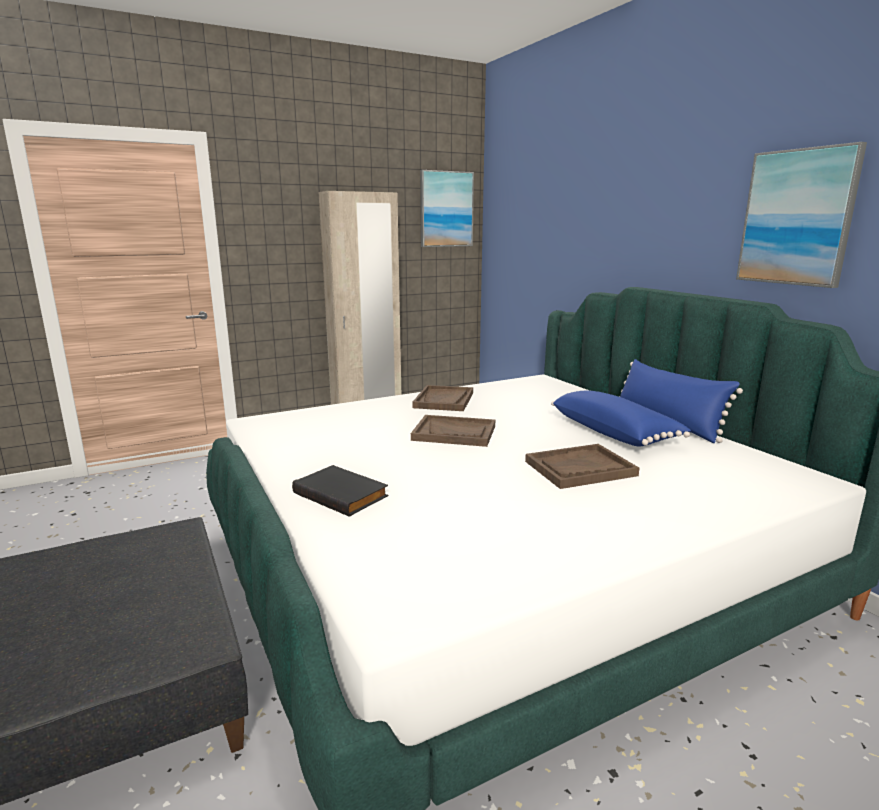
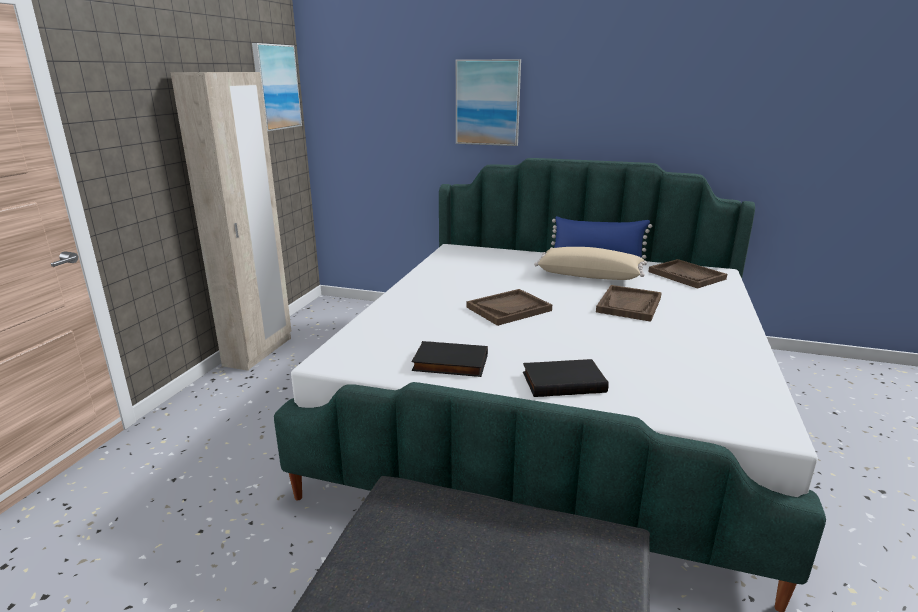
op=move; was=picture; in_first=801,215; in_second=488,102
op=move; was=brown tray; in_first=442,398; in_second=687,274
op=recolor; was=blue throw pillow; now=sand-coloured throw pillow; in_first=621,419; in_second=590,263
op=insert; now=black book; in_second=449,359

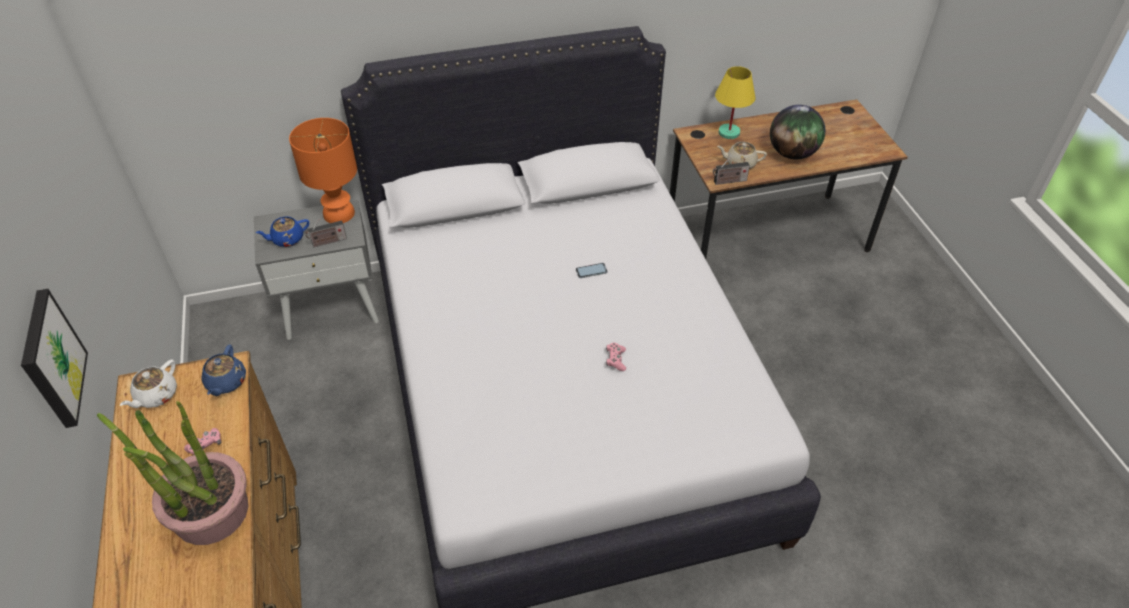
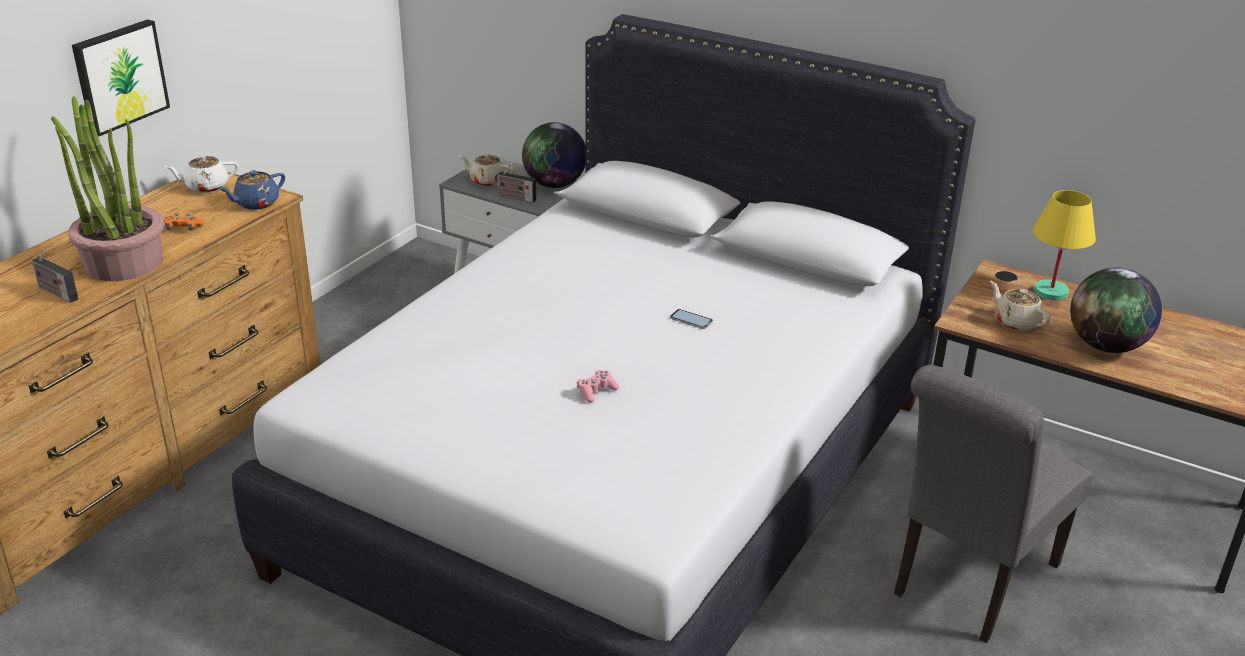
op=replace; was=orange-coloured tabletop lamp; now=world globe; in_first=323,170; in_second=554,155
op=move; was=radio; in_first=731,171; in_second=55,275
op=recolor; was=blue pot for tea; now=sand-coloured pot for tea; in_first=282,232; in_second=486,170
op=recolor; was=pinkish game controller; now=orange-coloured game controller; in_first=203,441; in_second=184,222
op=insert; now=grey plain chair; in_second=993,504

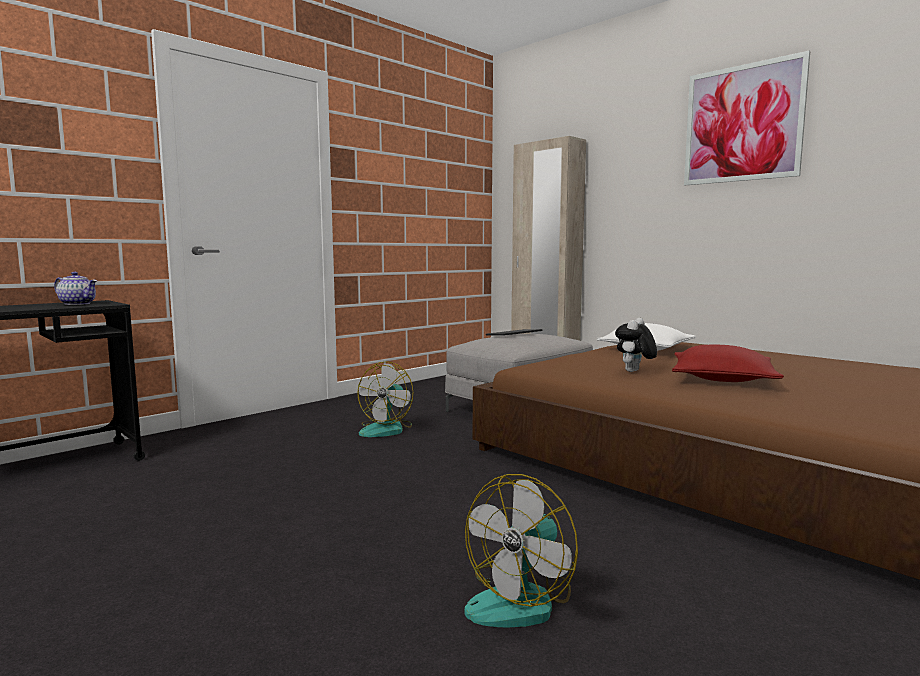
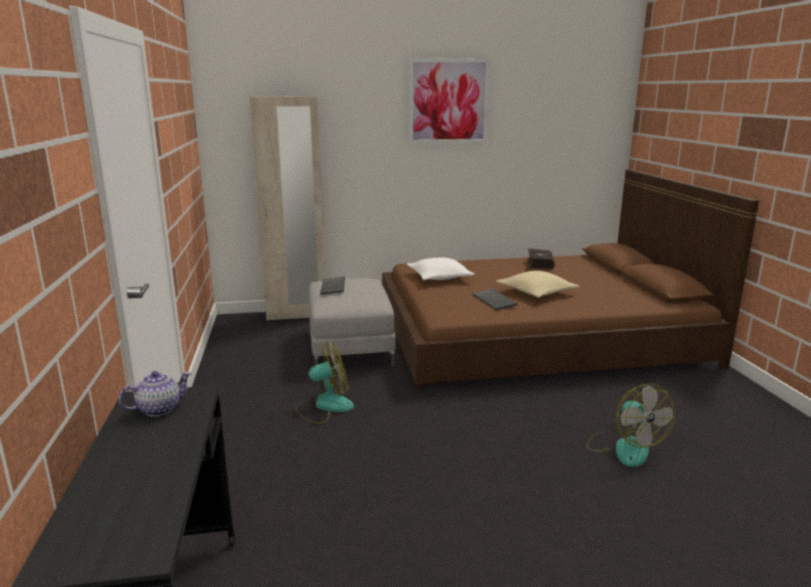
op=replace; was=soft toy; now=PC keyboard; in_first=636,345; in_second=494,299
op=recolor; was=red-coloured throw pillow; now=sand-coloured throw pillow; in_first=728,363; in_second=538,284
op=rotate; was=fan; in_first=385,399; in_second=324,382; clockwise=-75
op=insert; now=book; in_second=541,259

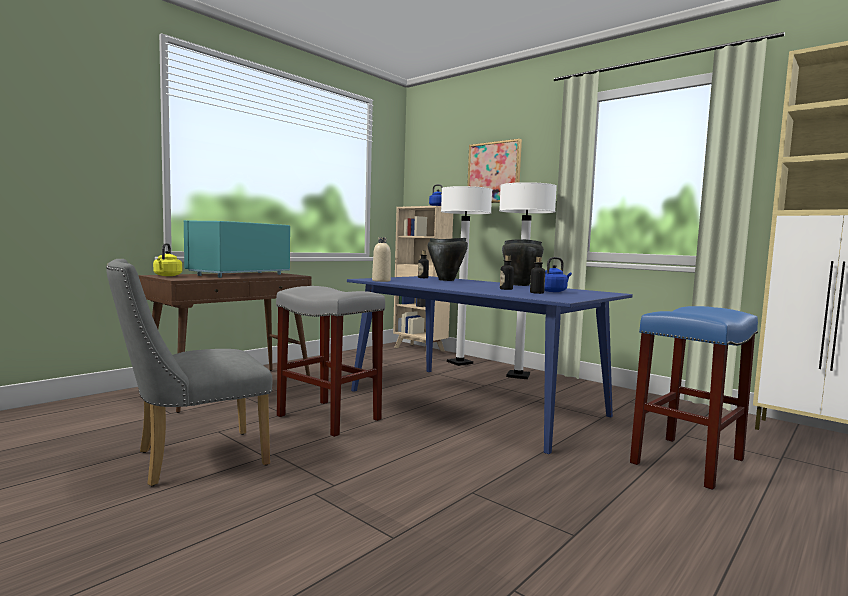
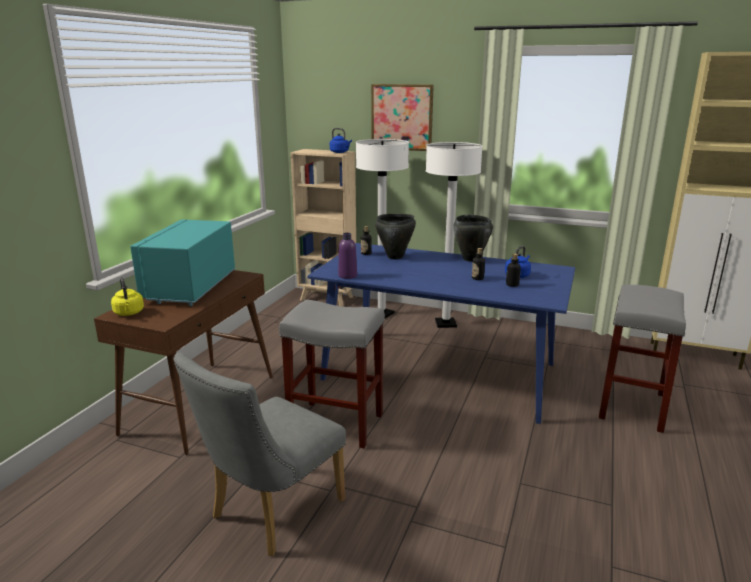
op=recolor; was=sand-coloured bottle; now=purple bottle; in_first=381,259; in_second=347,256
op=recolor; was=blue stool; now=grey stool; in_first=694,398; in_second=642,359

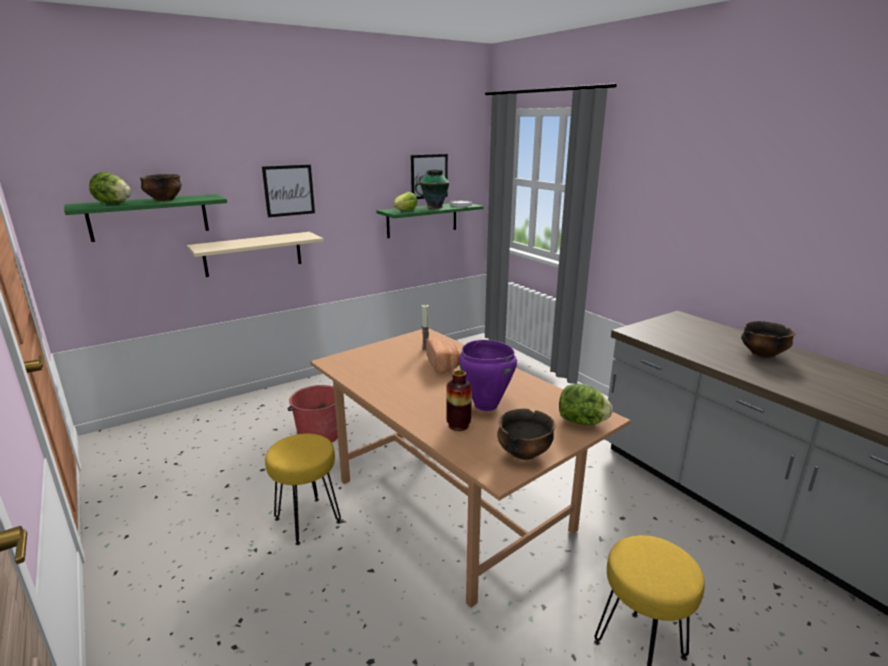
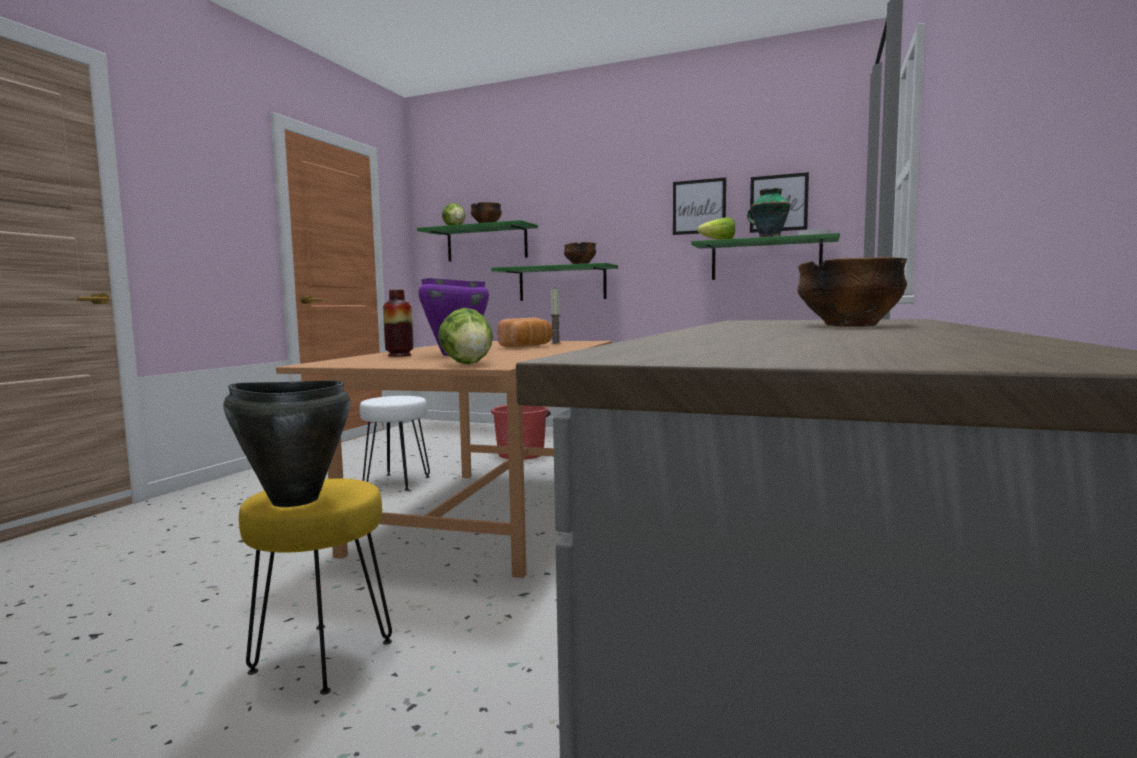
op=move; was=picture; in_first=288,191; in_second=699,206
op=recolor; was=sand-coloured wall shelf; now=green wall shelf; in_first=255,254; in_second=554,282
op=move; was=serving bowl; in_first=527,434; in_second=580,253
op=recolor; was=yellow-coloured stool; now=white stool; in_first=303,489; in_second=395,443
op=insert; now=black cooking pot; in_second=287,443

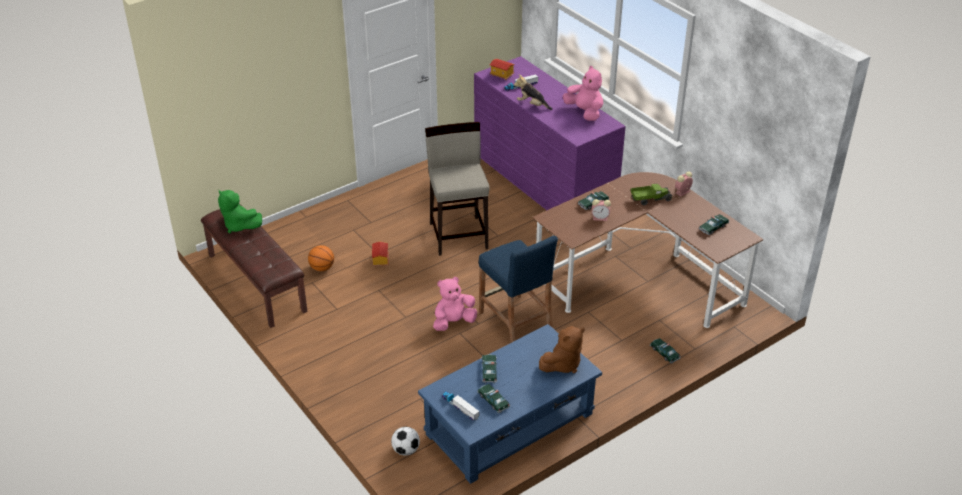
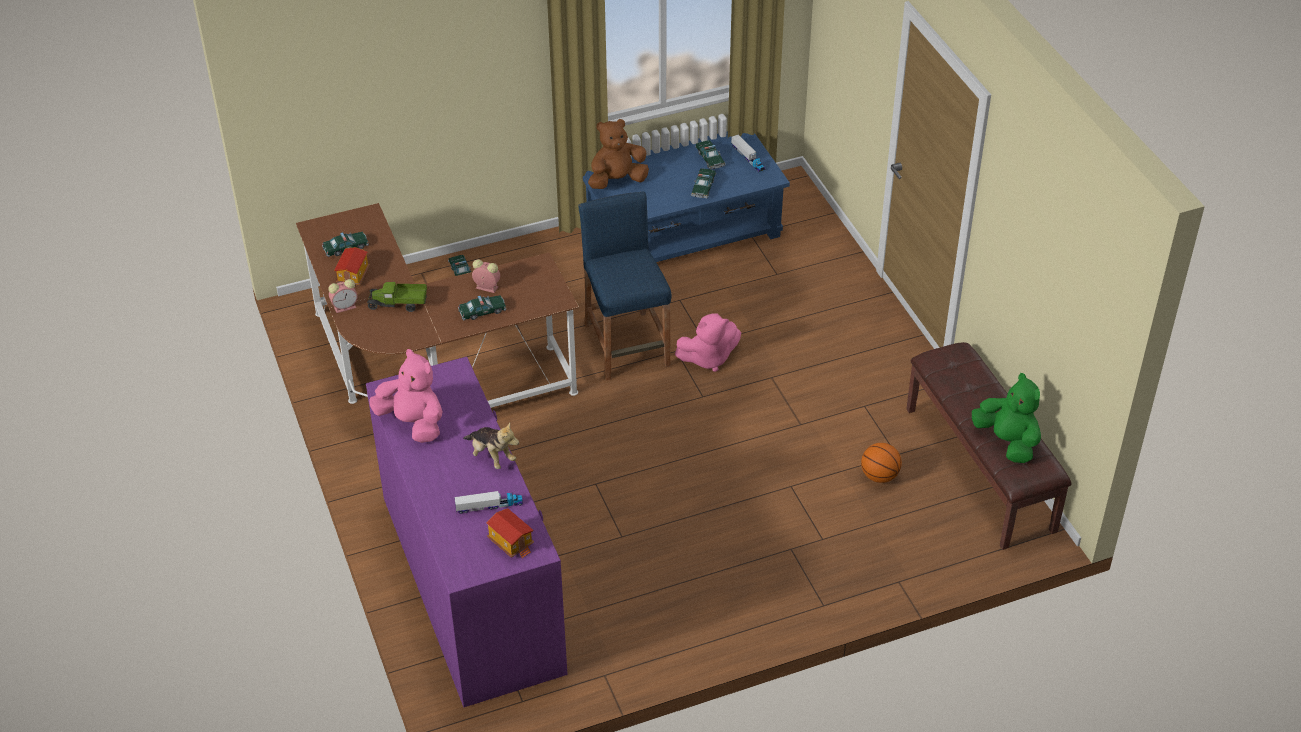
op=rotate; was=pinkish soft toy; in_first=583,93; in_second=405,396; clockwise=150
op=delete; was=sand-coloured stool; in_first=457,189
op=move; was=model house; in_first=380,254; in_second=352,266
op=delete; was=football; in_first=405,441

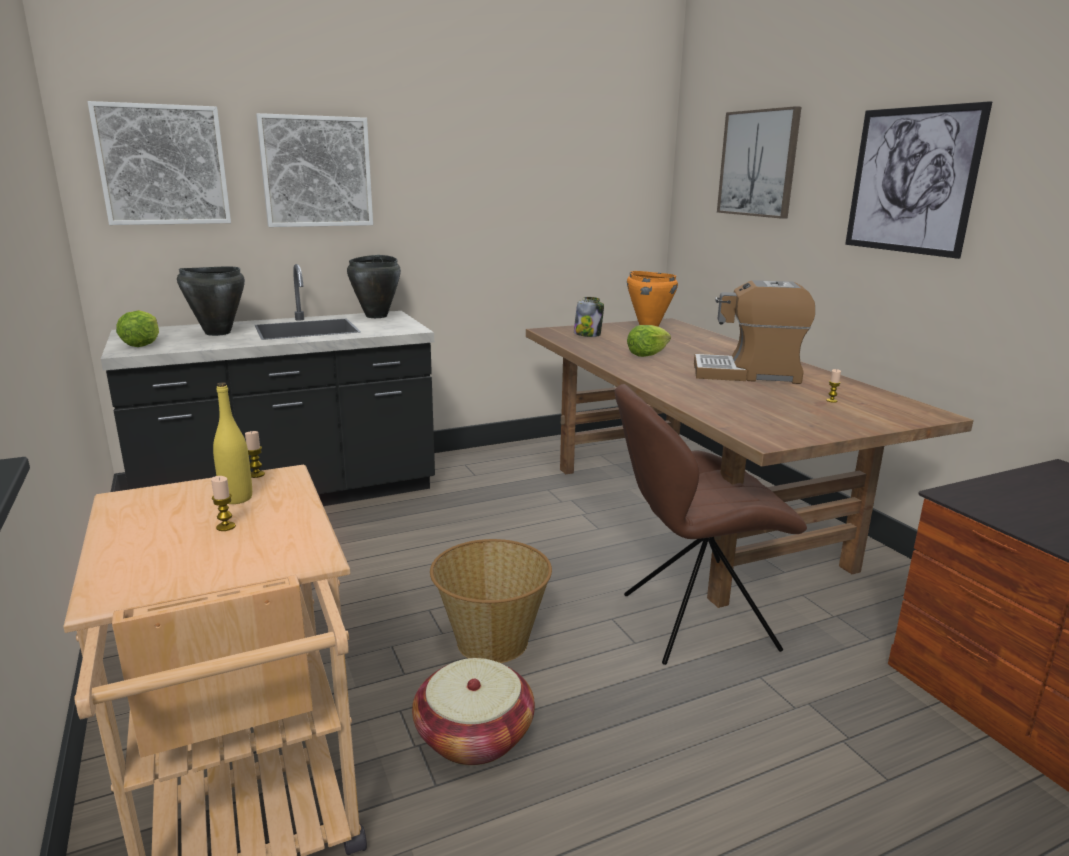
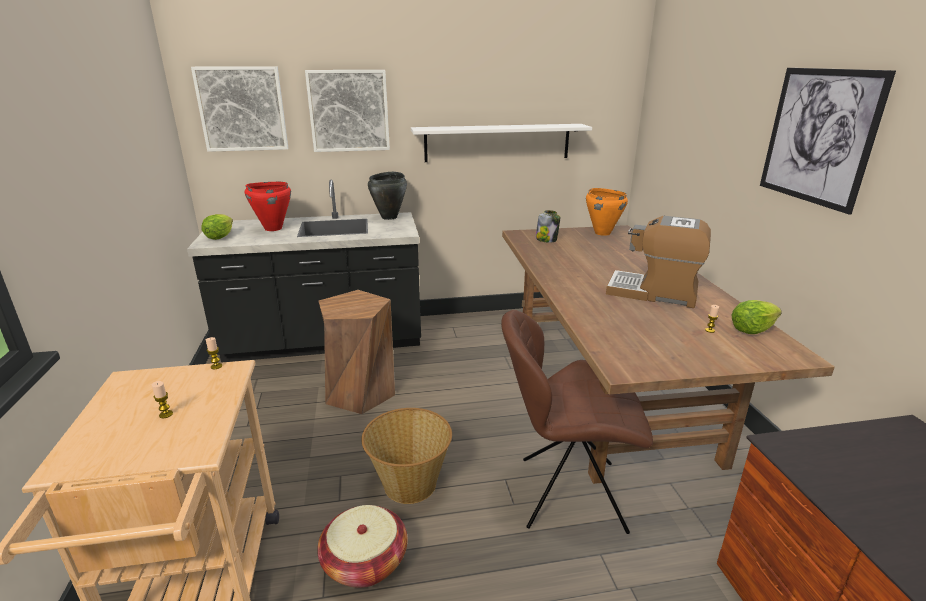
op=delete; was=picture; in_first=759,162
op=recolor; was=black cooking pot; now=red-coloured cooking pot; in_first=211,301; in_second=268,206
op=move; was=lettuce; in_first=649,341; in_second=756,317
op=delete; was=yellow-coloured bottle; in_first=232,443
op=insert; now=white wall shelf; in_second=501,143
op=insert; now=brown stool; in_second=357,352

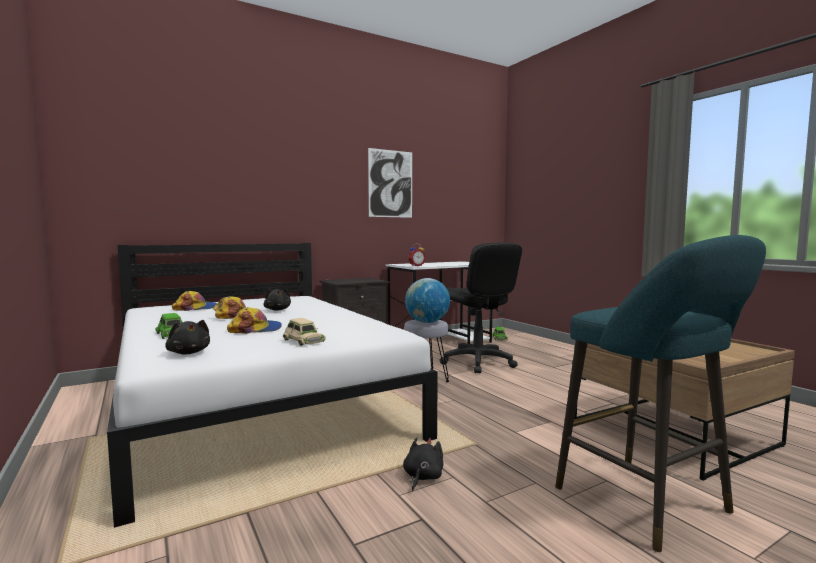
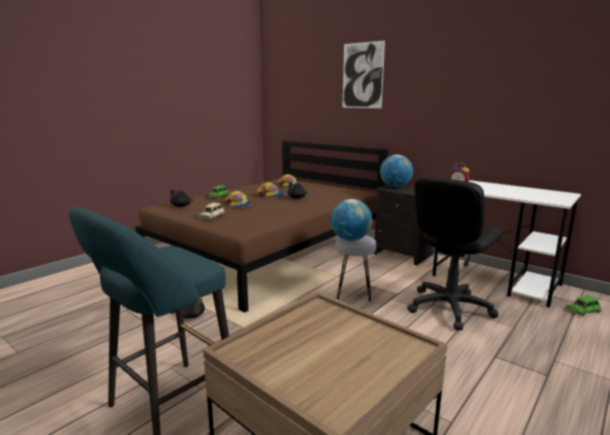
op=move; was=picture; in_first=390,183; in_second=363,74
op=recolor; was=white sleeping bed; now=brown sleeping bed; in_first=272,385; in_second=262,226
op=insert; now=world globe; in_second=396,171

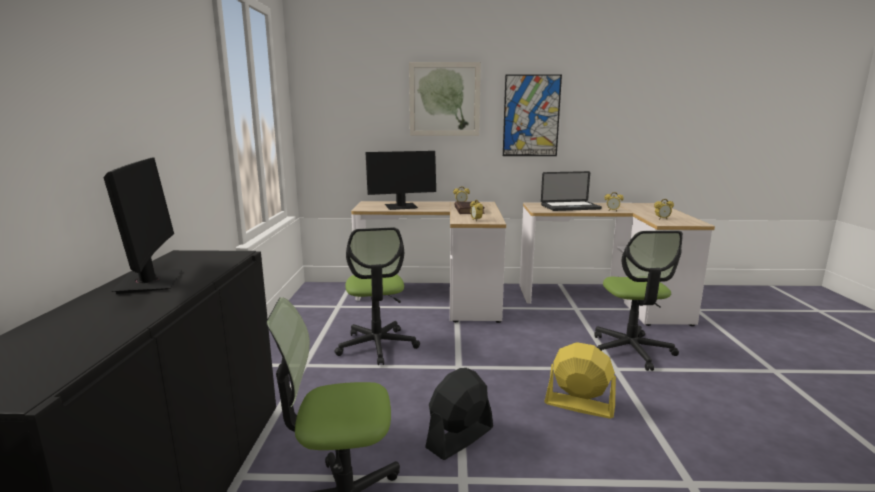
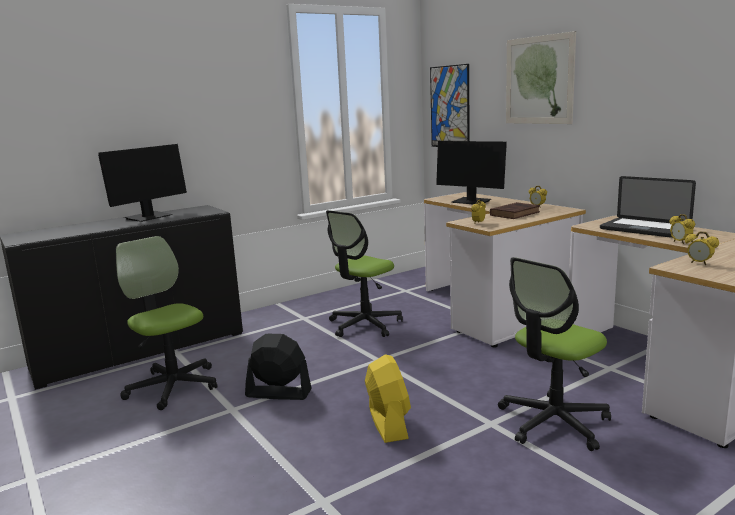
op=move; was=picture; in_first=532,115; in_second=450,105

